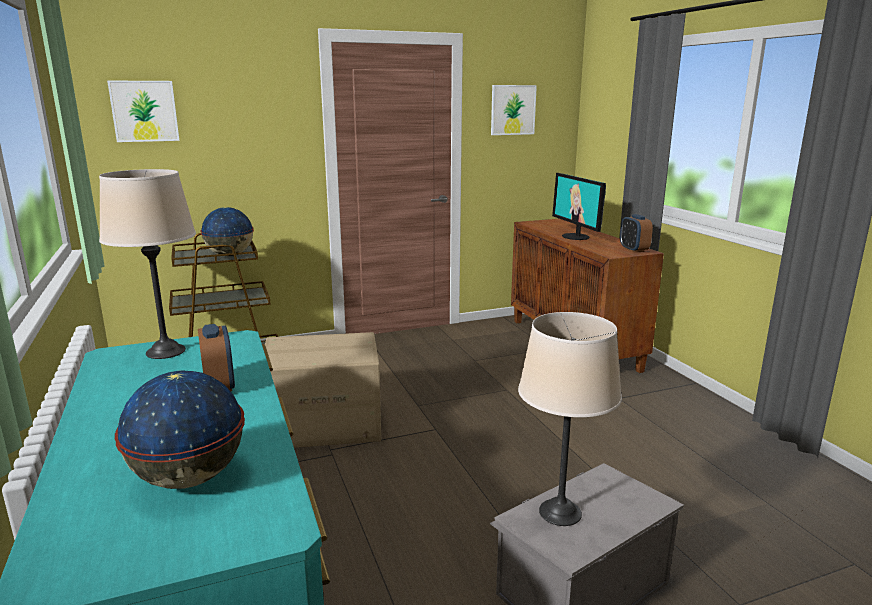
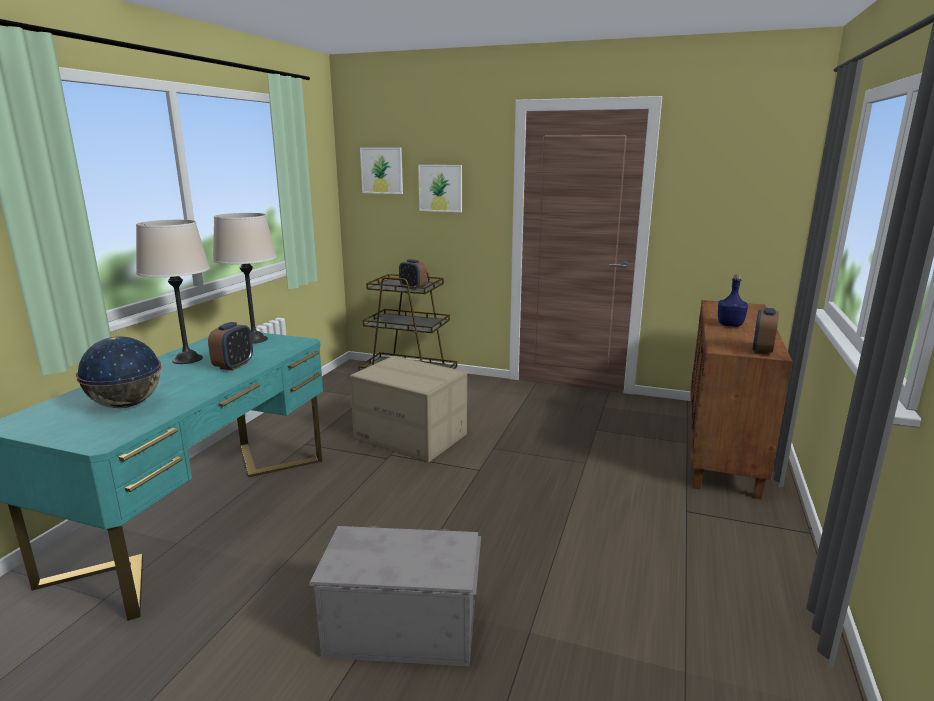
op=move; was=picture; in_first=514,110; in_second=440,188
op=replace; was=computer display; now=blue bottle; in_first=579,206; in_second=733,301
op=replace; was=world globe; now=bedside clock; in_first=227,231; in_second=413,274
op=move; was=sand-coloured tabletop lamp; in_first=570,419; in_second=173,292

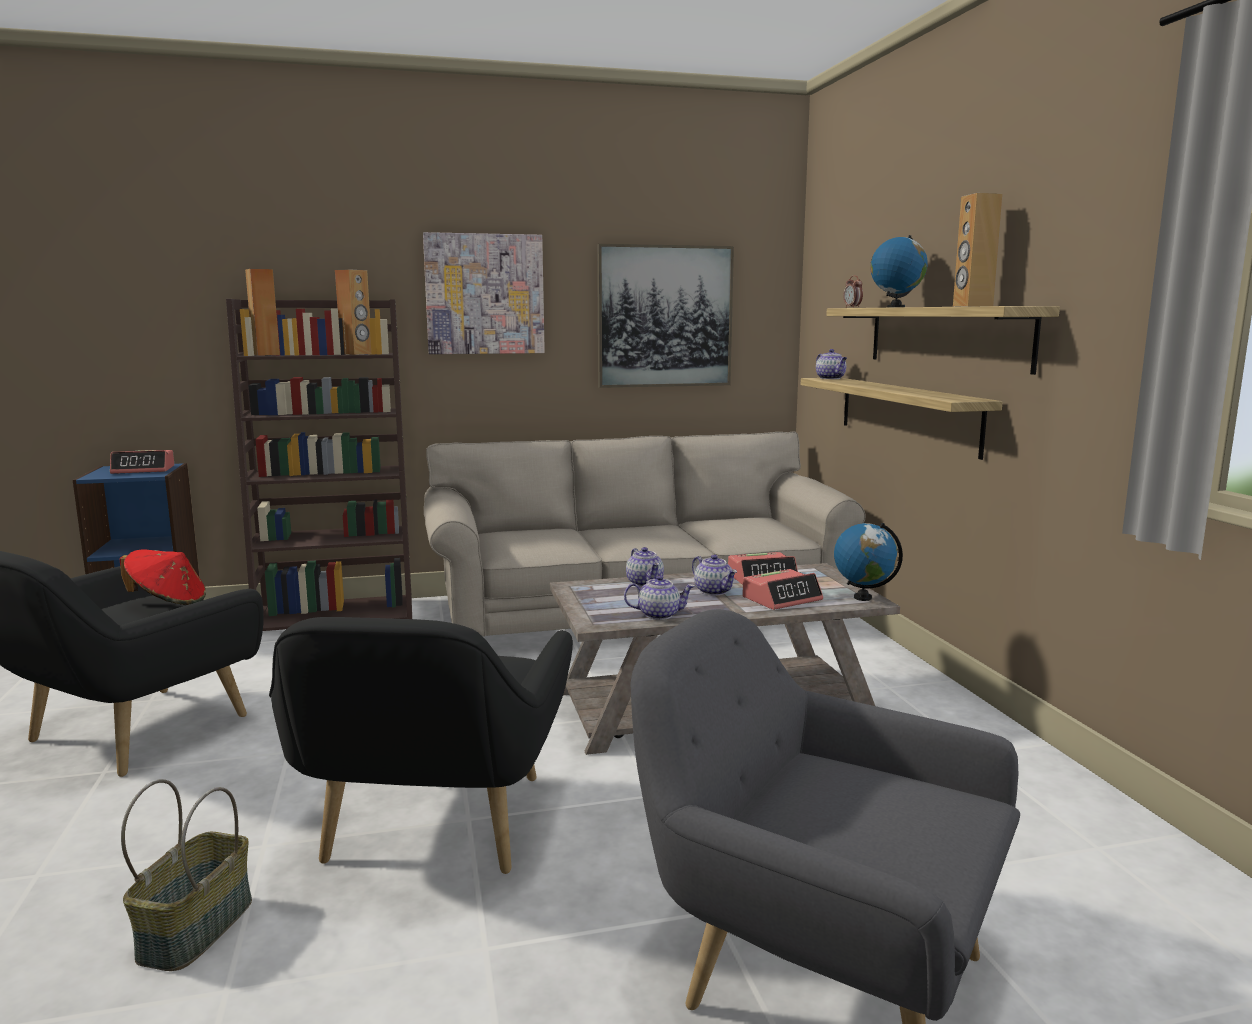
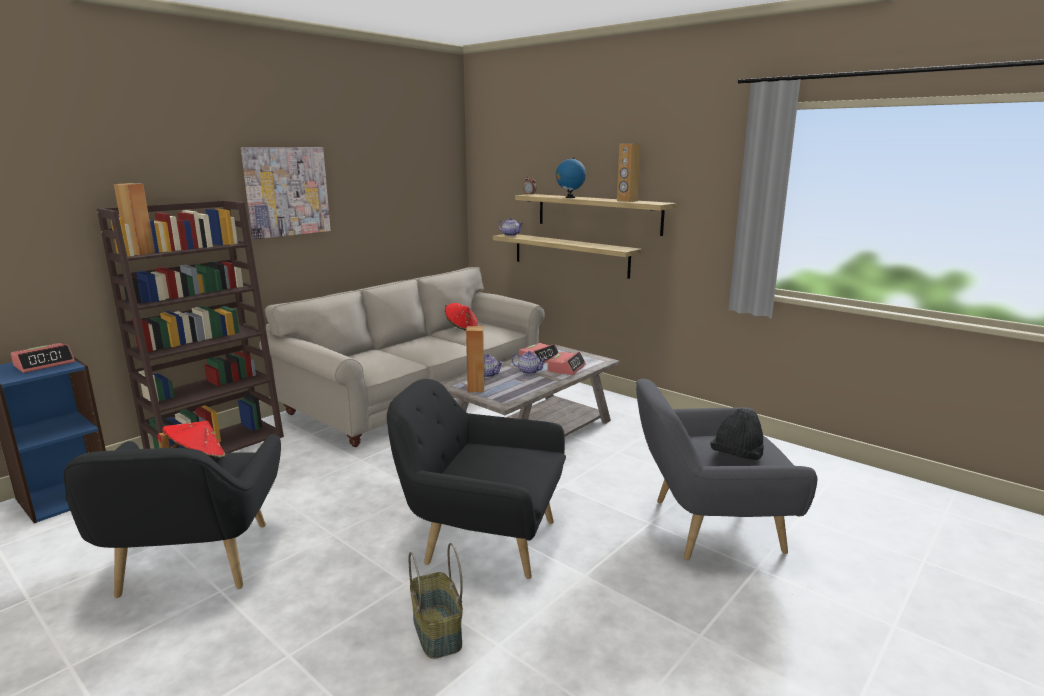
op=delete; was=picture; in_first=665,316
op=move; was=brown loudspeaker; in_first=353,312; in_second=475,359
op=delete; was=world globe; in_first=868,562
op=delete; was=pot for tea; in_first=659,597
op=rotate; was=black armchair; in_first=421,745; in_second=476,479; clockwise=135
op=insert; now=red-coloured hat; in_second=461,317
op=insert; now=black hat; in_second=737,434

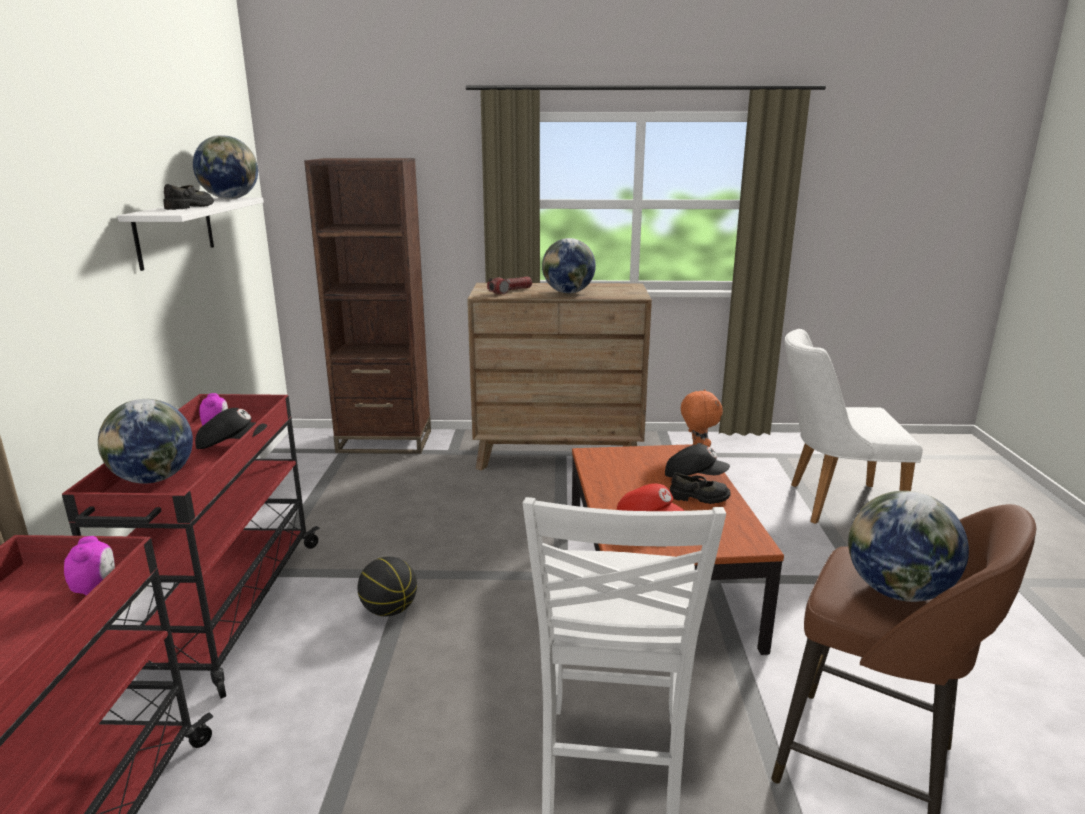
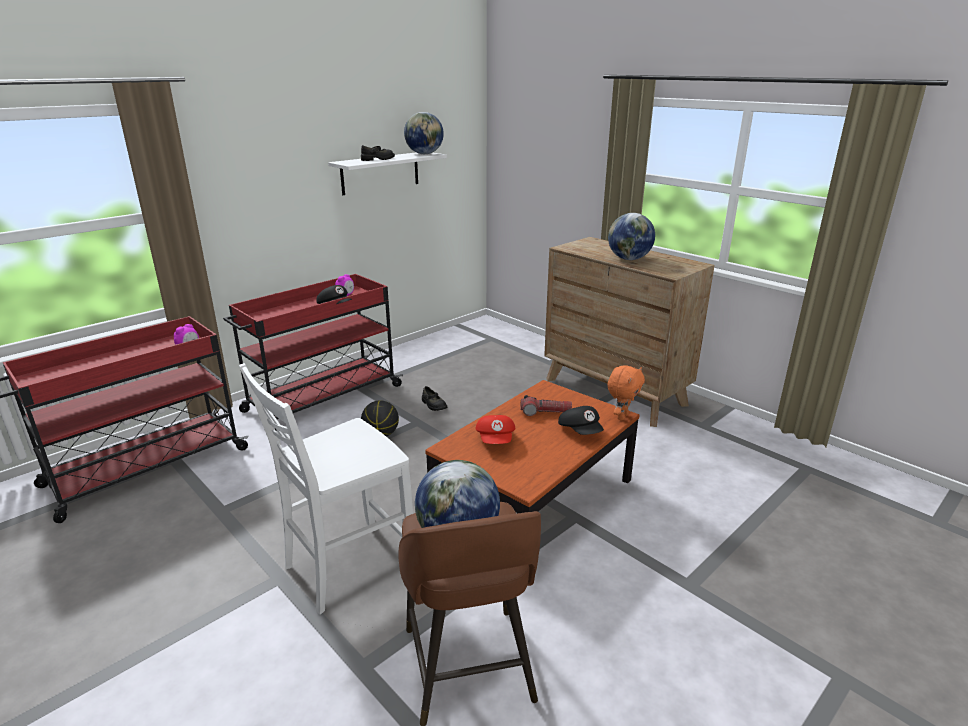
op=delete; was=brown bookcase; in_first=367,306
op=move; was=torch; in_first=509,285; in_second=546,405
op=delete; was=white plain chair; in_first=854,426
op=delete; was=world globe; in_first=145,441
op=move; was=black shoe; in_first=700,488; in_second=434,398

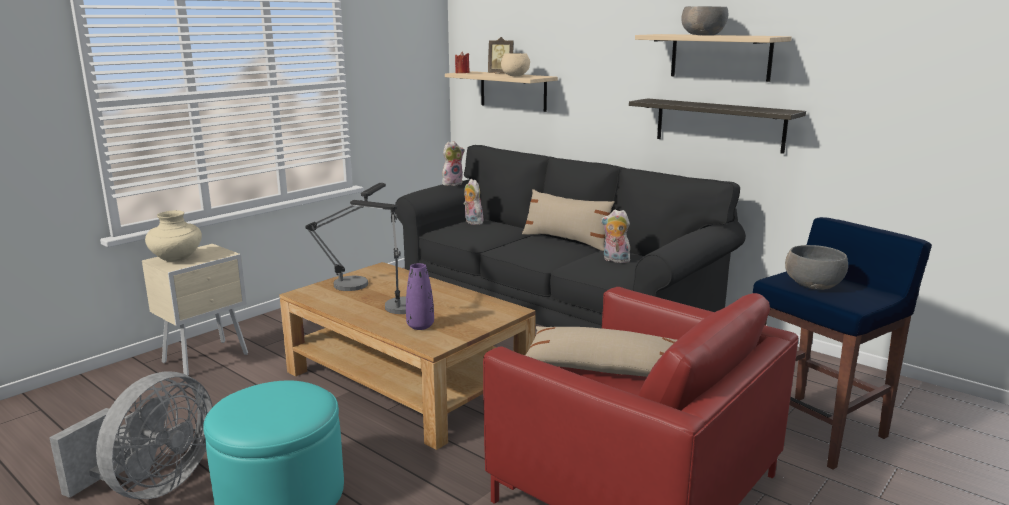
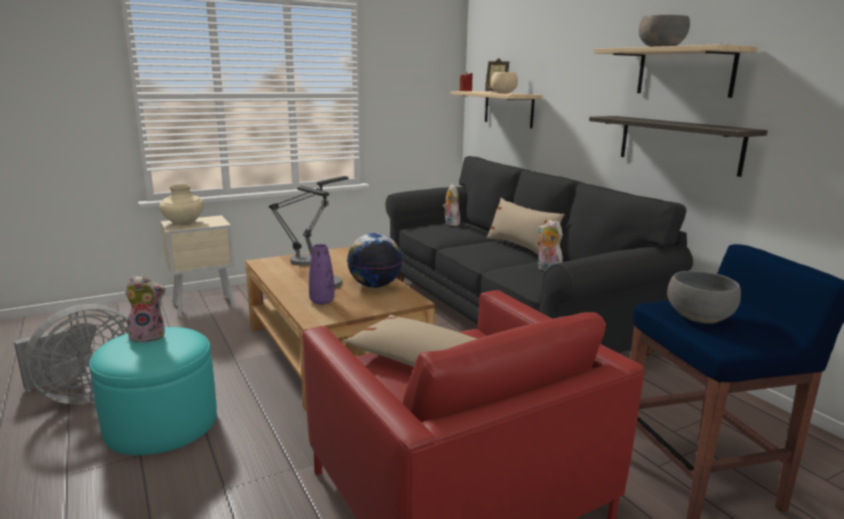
op=move; was=soft toy; in_first=453,163; in_second=145,309
op=insert; now=world globe; in_second=374,260

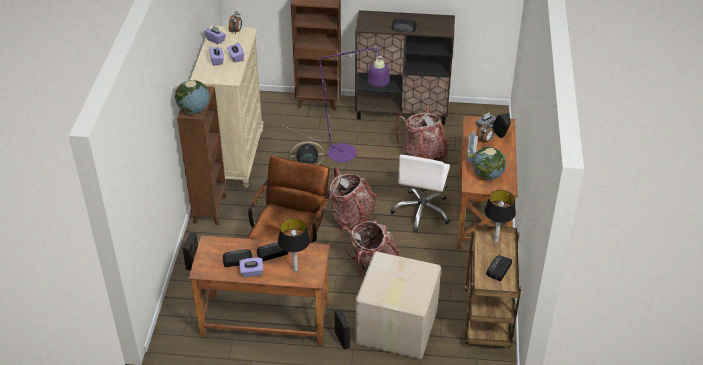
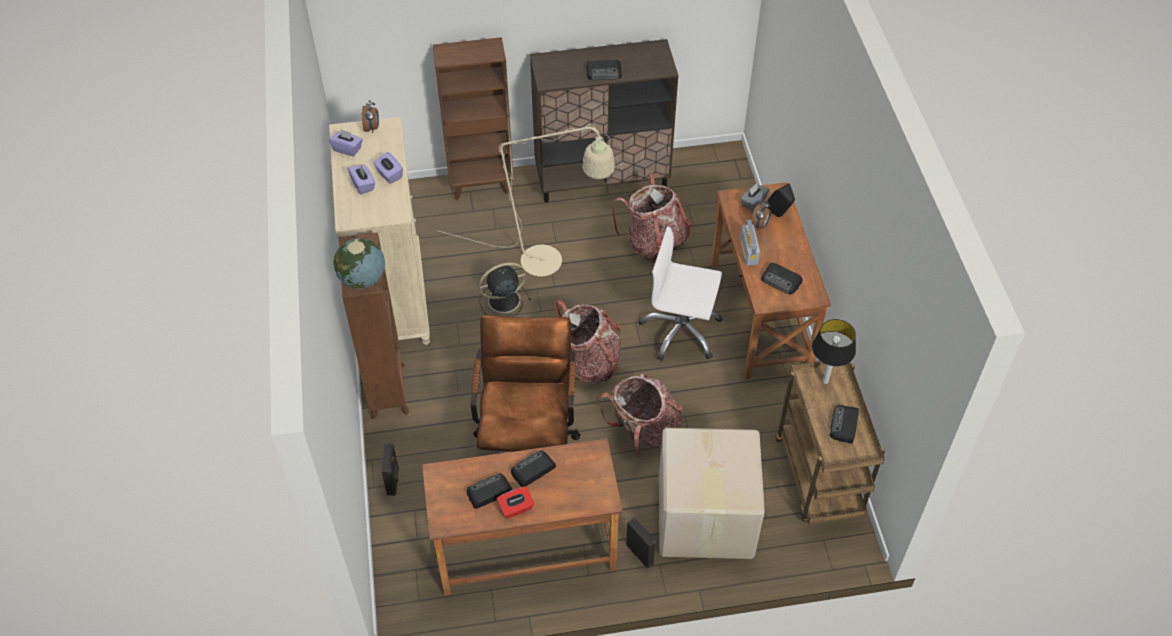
op=recolor; was=purple standard lamp; now=sand-coloured standard lamp; in_first=335,104; in_second=527,200
op=replace; was=world globe; now=radio; in_first=489,163; in_second=781,278
op=rotate; was=white office chair; in_first=420,194; in_second=680,293; clockwise=105
op=delete; was=tabletop lamp; in_first=294,245
op=recolor; was=purple tissue box; now=red-coloured tissue box; in_first=251,267; in_second=515,502

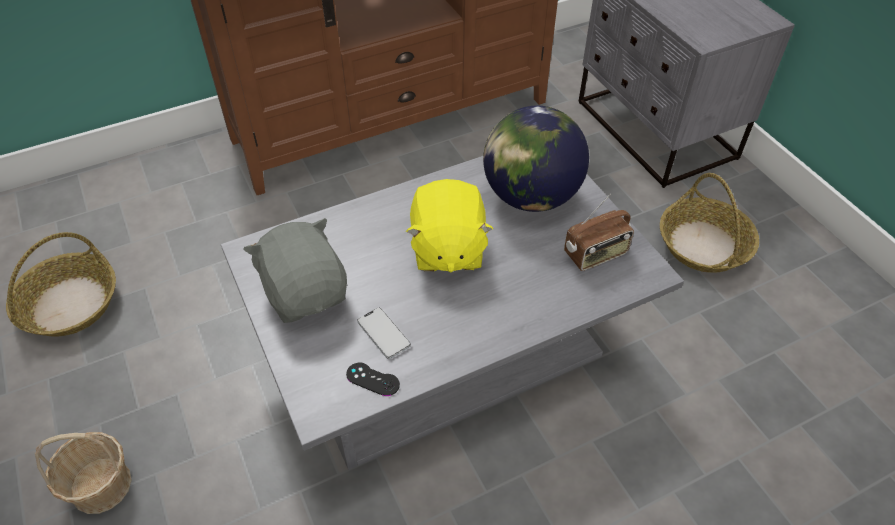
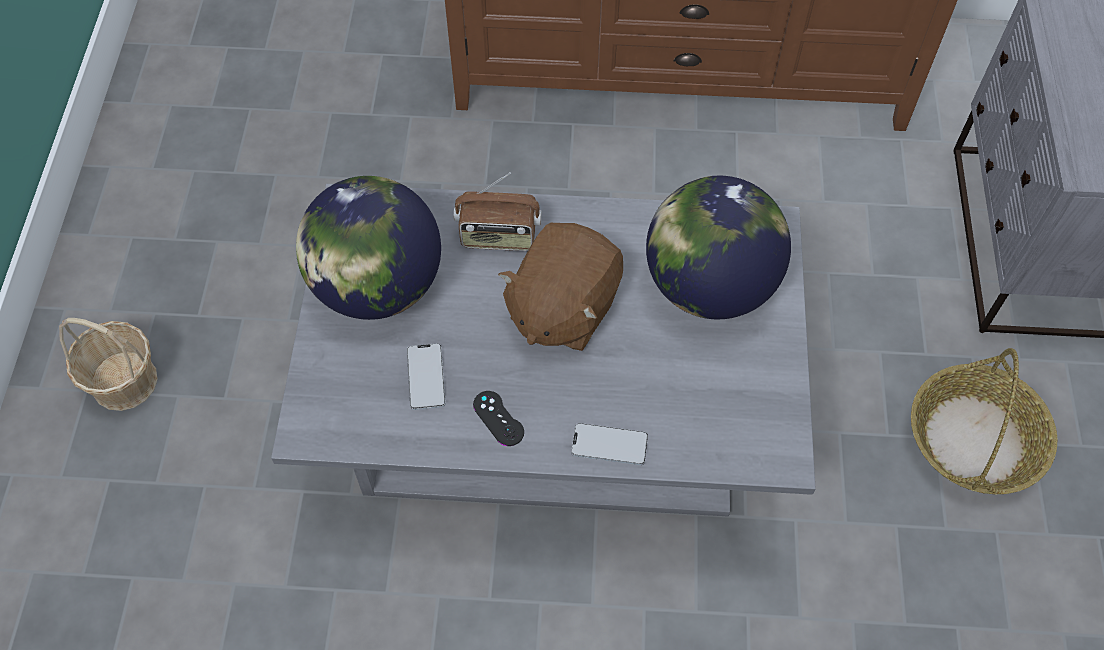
op=recolor; was=yellow-coloured soft toy; now=brown soft toy; in_first=449,225; in_second=560,287
op=move; was=radio; in_first=599,232; in_second=498,211
op=replace; was=grey soft toy; now=world globe; in_first=295,270; in_second=368,248
op=delete; was=basket; in_first=61,284
op=move; was=black game controller; in_first=373,379; in_second=498,418
op=insert; now=handset; in_second=609,444

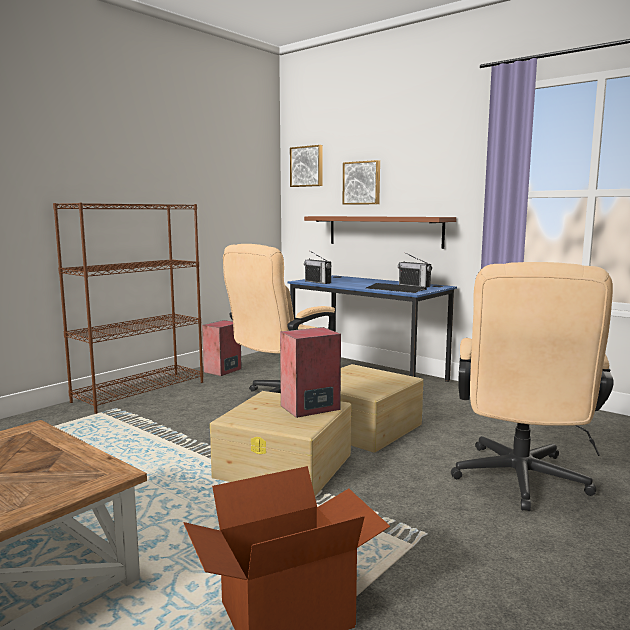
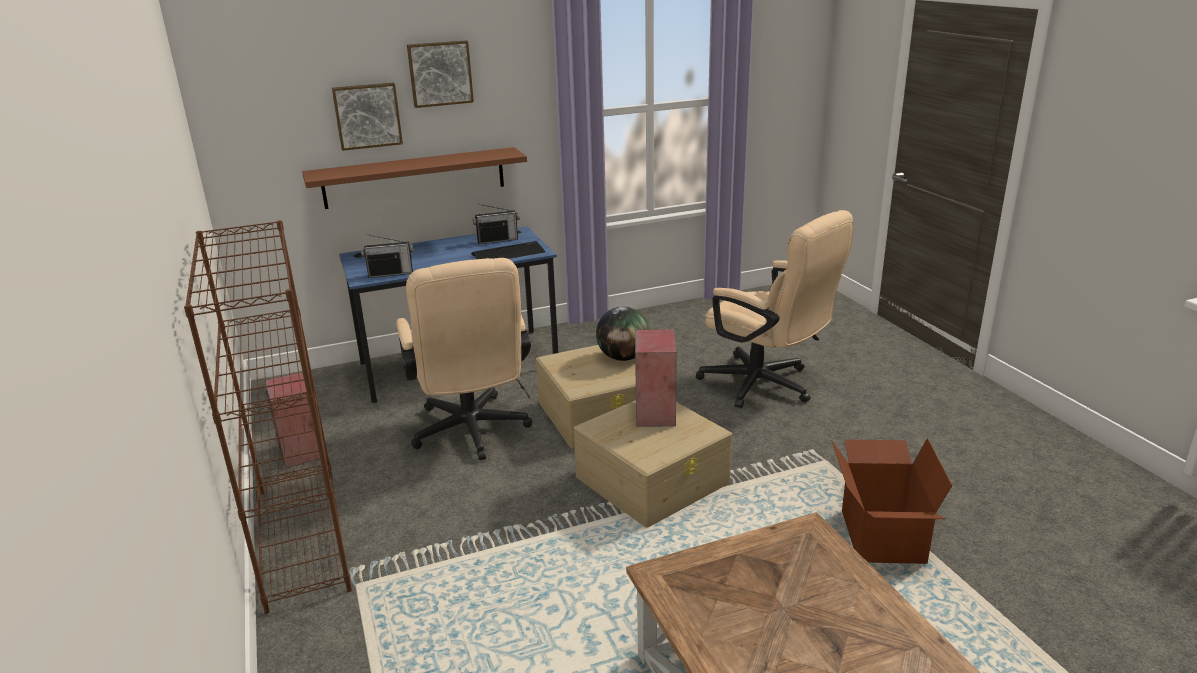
op=move; was=picture; in_first=306,166; in_second=440,74
op=insert; now=world globe; in_second=623,334

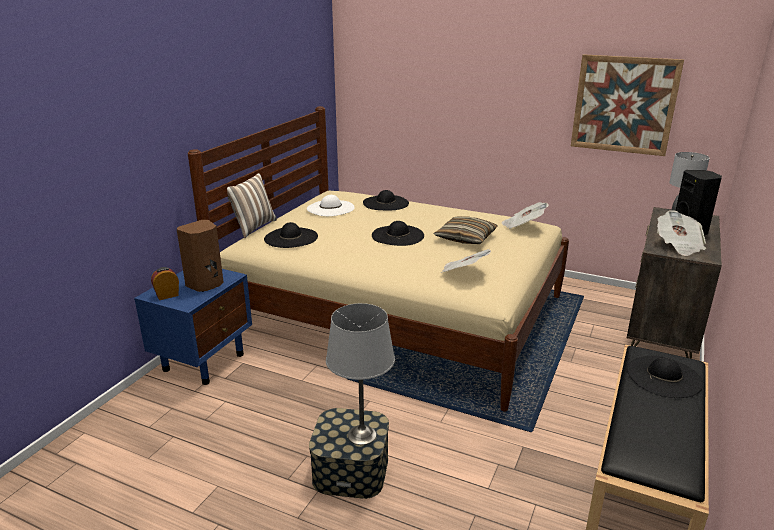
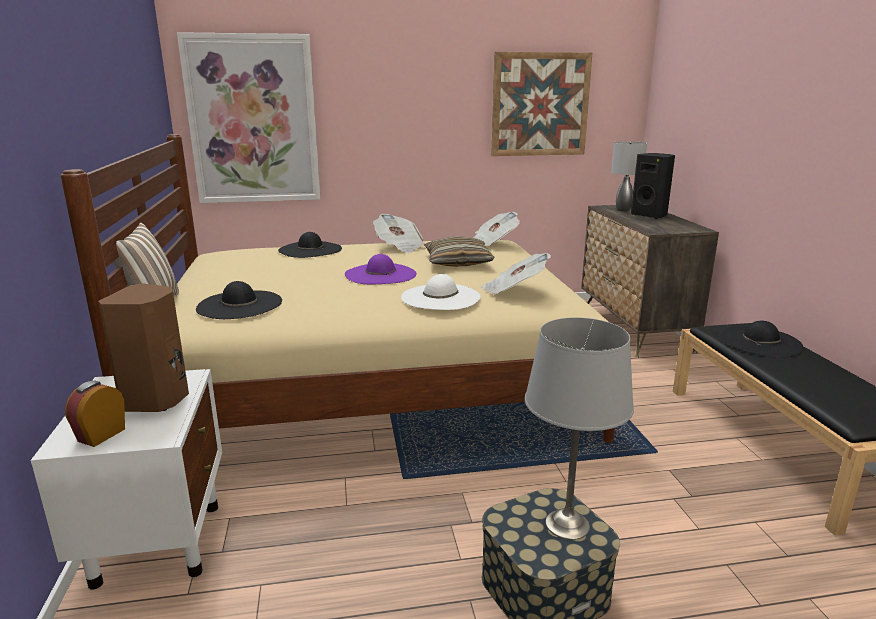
op=move; was=white hat; in_first=331,205; in_second=441,292
op=move; was=daily paper; in_first=681,233; in_second=399,233
op=recolor; was=black hat; now=purple hat; in_first=398,233; in_second=381,269
op=recolor; was=blue night table; now=white night table; in_first=193,327; in_second=126,479
op=insert; now=picture; in_second=249,117

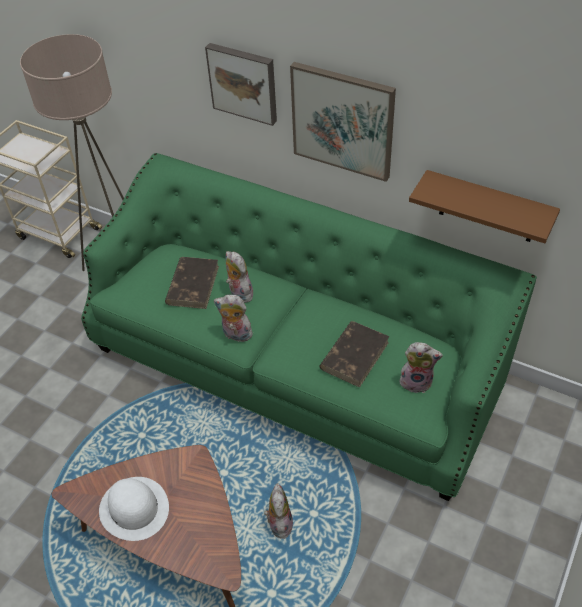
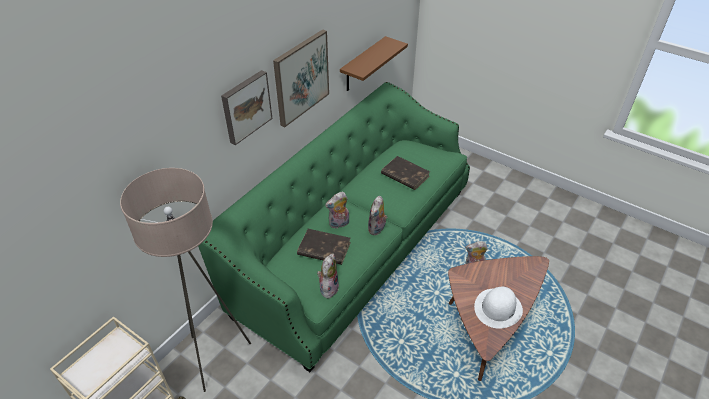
op=move; was=soft toy; in_first=421,367; in_second=328,275

